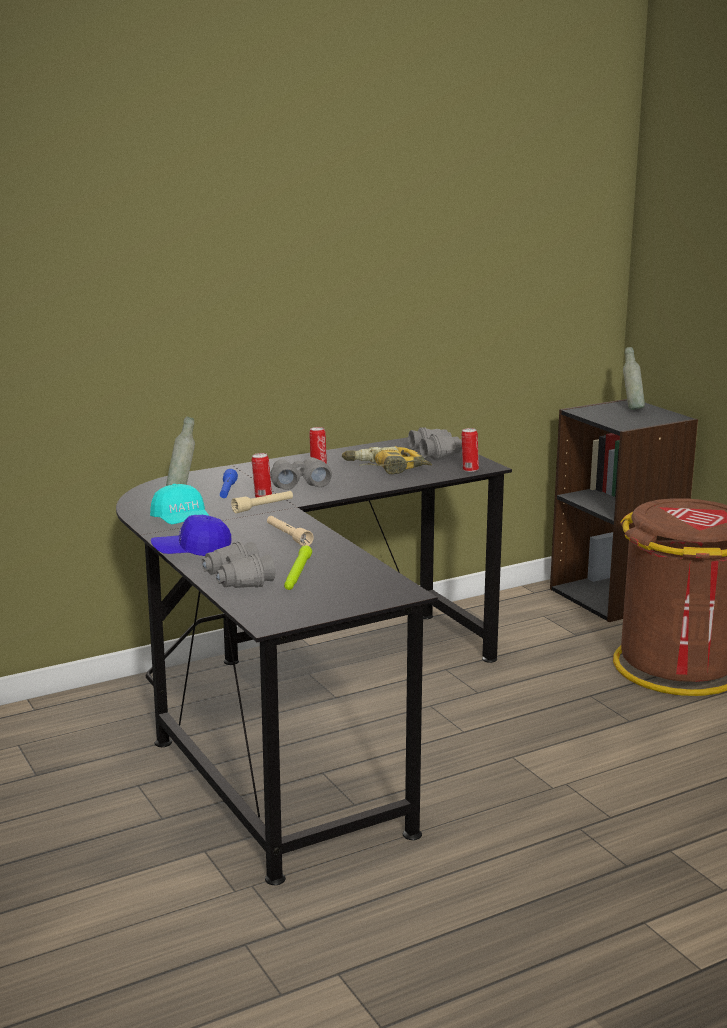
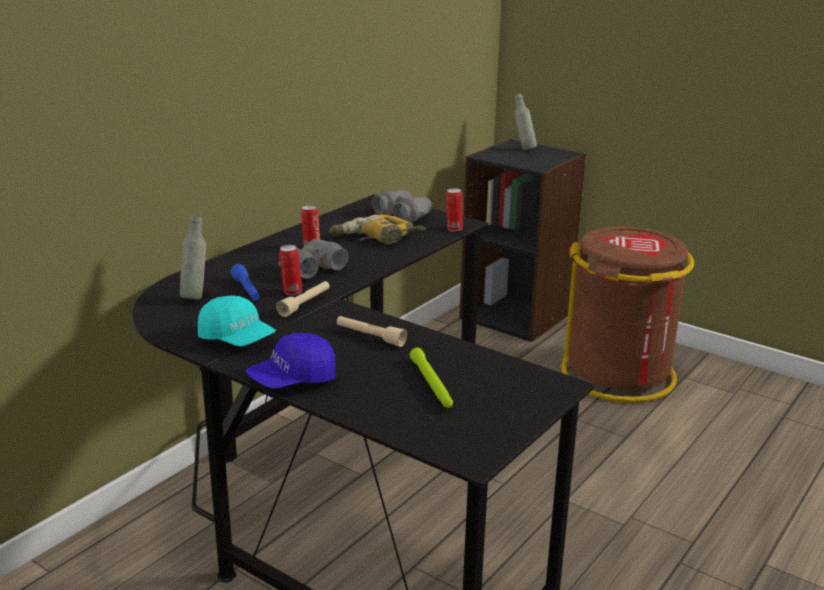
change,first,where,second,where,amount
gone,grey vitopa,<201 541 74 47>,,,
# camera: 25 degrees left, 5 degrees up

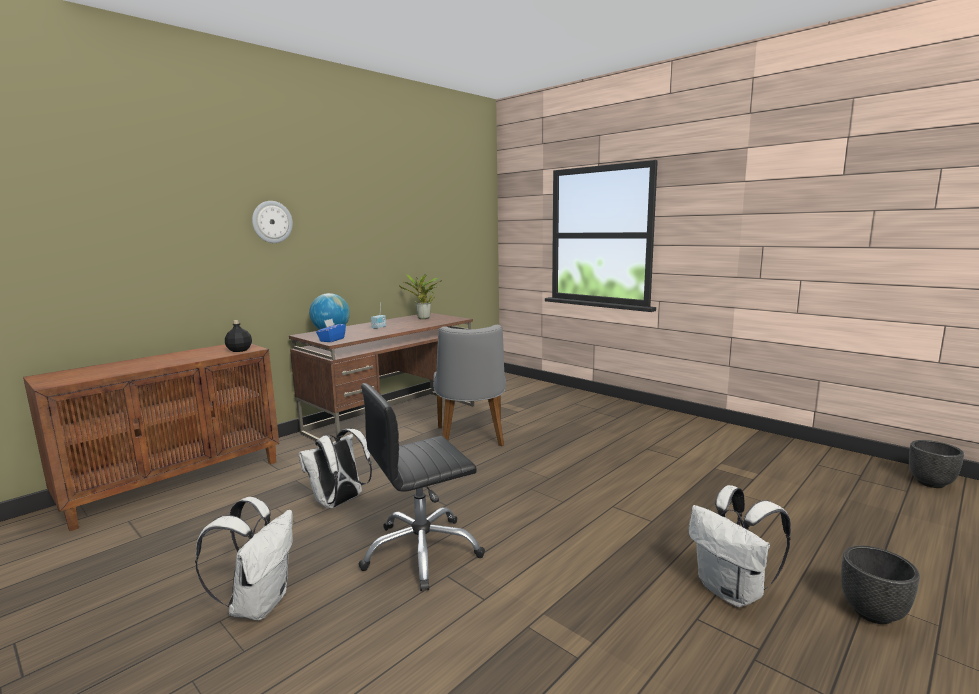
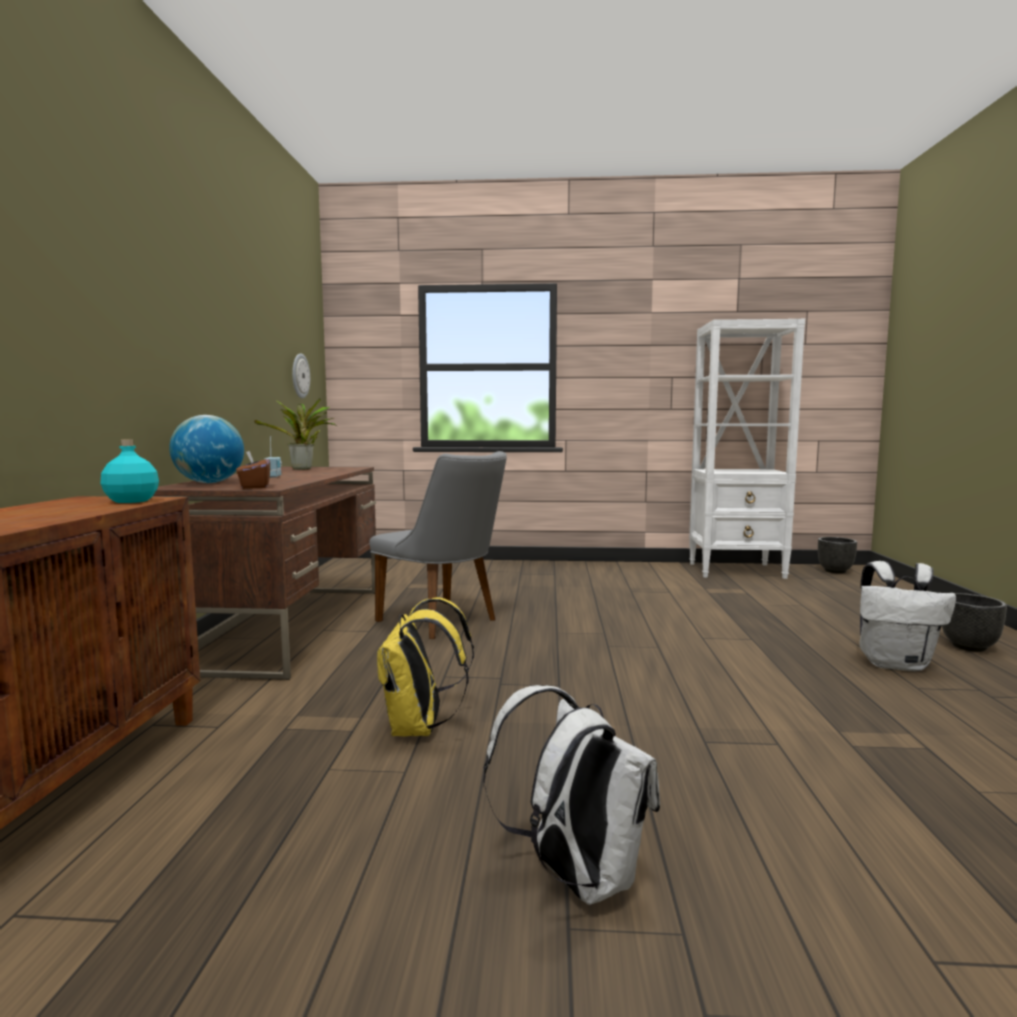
change,first,where,second,where,amount
repainted,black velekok,<225 320 27 32>,turquoise velekok,<101 439 58 64>,
shifted,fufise,<252 201 41 42>,,<292 353 18 46>,
repainted,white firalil,<298 429 74 79>,yellow firalil,<377 597 97 139>,
repainted,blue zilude,<316 319 30 23>,brown zilude,<236 451 34 38>,
gone,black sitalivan,<359 383 126 208>,,,
new,,,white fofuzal,<689 319 116 260>,
# camera: 40 degrees left, 5 degrees down

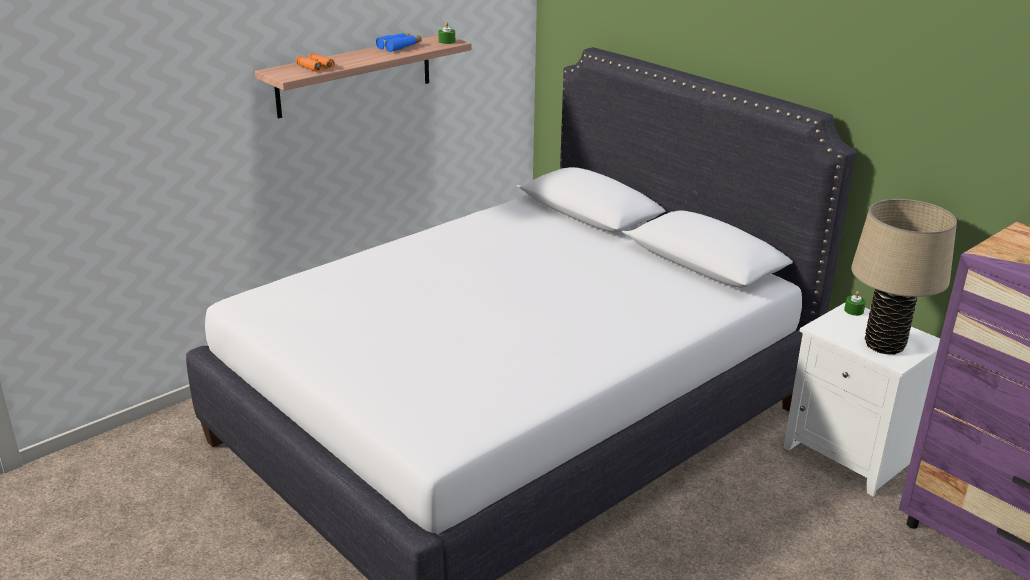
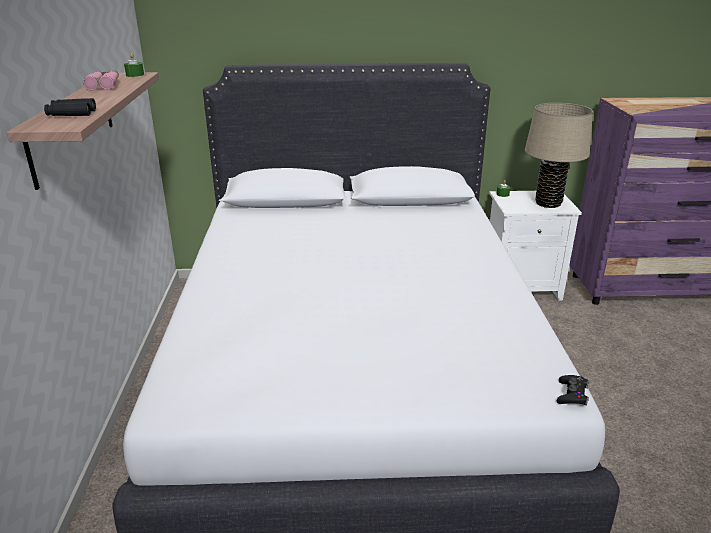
change,first,where,second,where,amount
repainted,orange vitopa,<296 53 39 19>,black vitopa,<44 98 52 18>,
repainted,blue vitopa,<376 33 46 19>,pink vitopa,<83 71 36 19>,
new,,,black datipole,<557 375 32 31>,
# camera: 50 degrees left, 0 degrees up

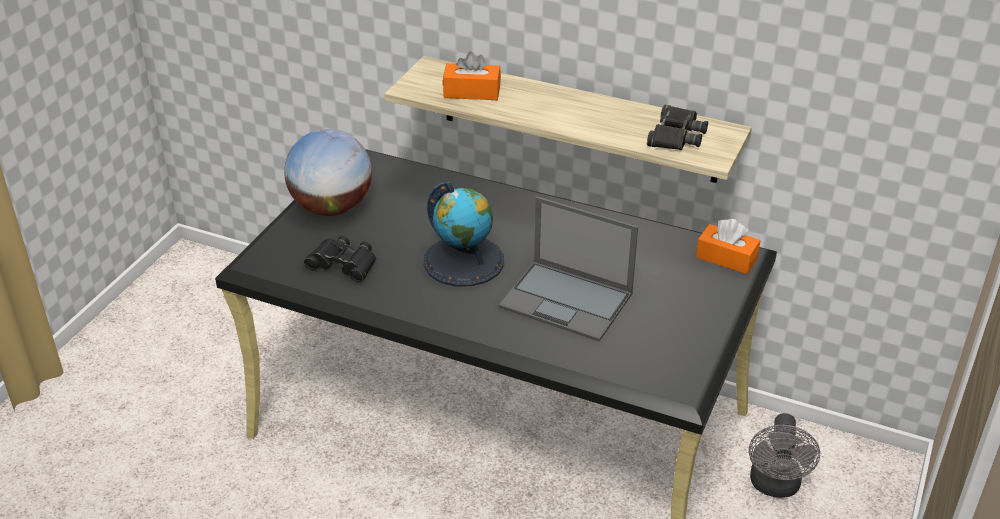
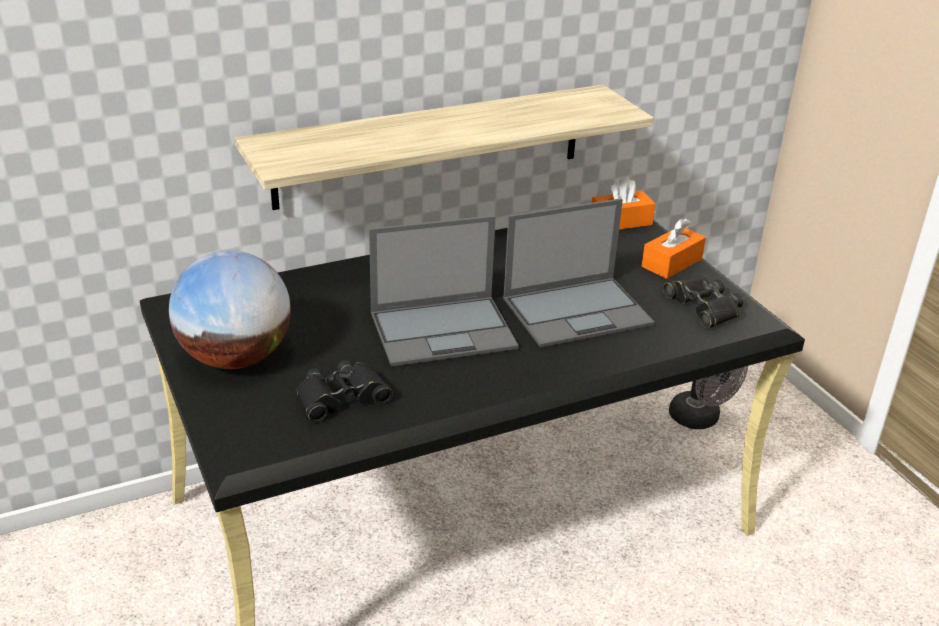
change,first,where,second,where,amount
swapped,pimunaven,<424 181 80 106>,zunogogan,<369 215 150 152>,
shifted,orange zilude,<443 51 58 49>,,<642 218 64 61>,
shifted,black vitopa,<647 105 61 45>,,<663 275 80 53>,
# camera: 50 degrees left, 5 degrees down

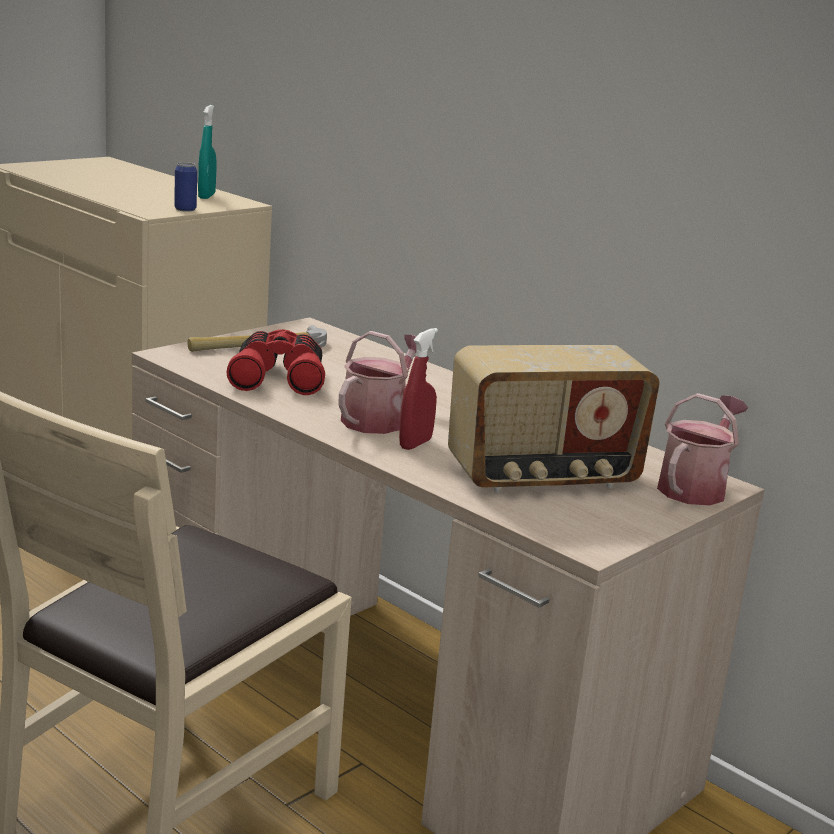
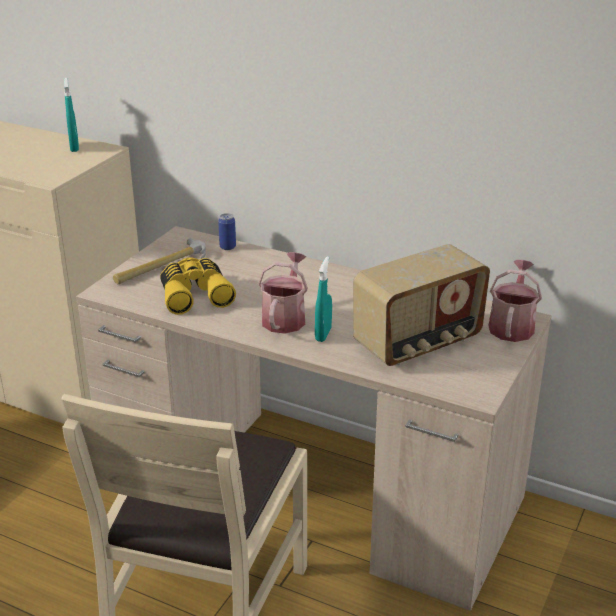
change,first,where,second,where,amount
shifted,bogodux,<174 162 23 50>,,<218 213 18 37>,
repainted,red vitopa,<227 329 98 66>,yellow vitopa,<160 257 76 58>,
repainted,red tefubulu,<399 328 39 122>,turquoise tefubulu,<315 256 17 86>,
# camera: 15 degrees left, 10 degrees up

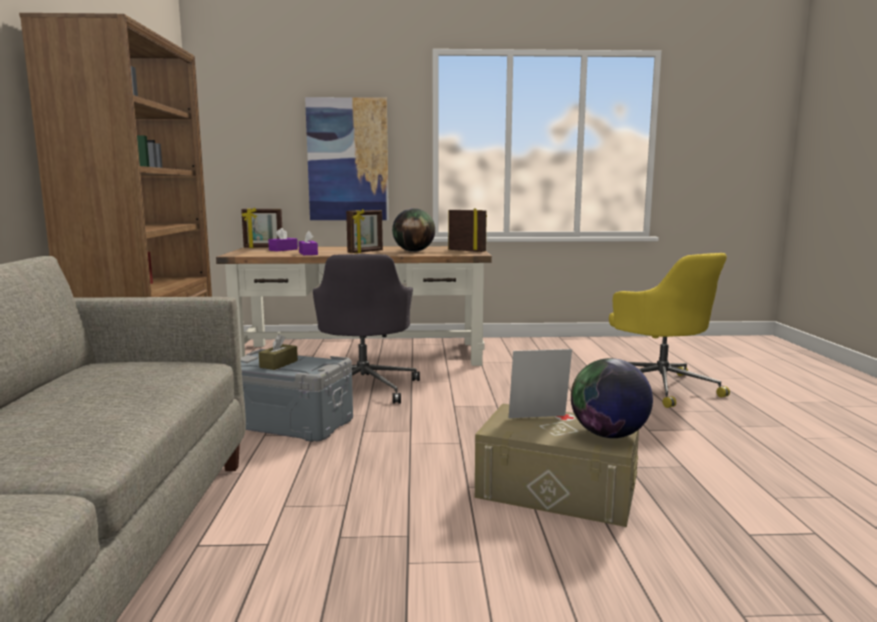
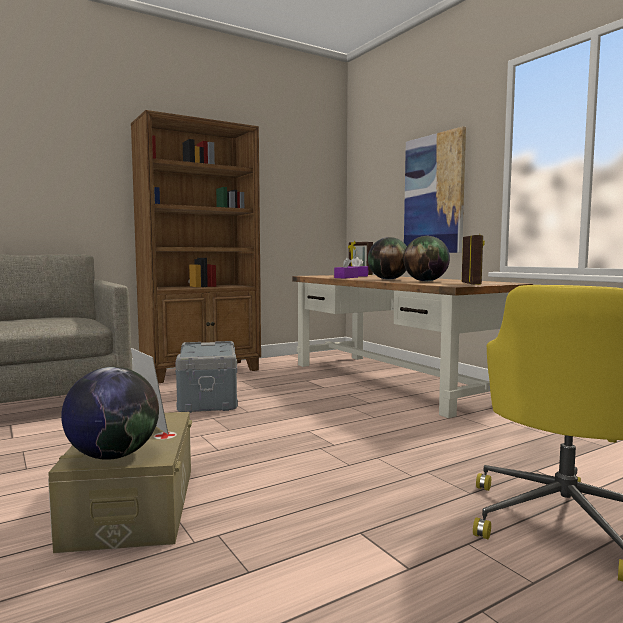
change,first,where,second,where,amount
gone,brown zilude,<259 334 39 36>,,,
gone,grey sitalivan,<313 254 107 150>,,,
swapped,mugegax,<346 209 37 44>,pimunaven,<368 237 39 43>,
# camera: 60 degrees right, 5 degrees down

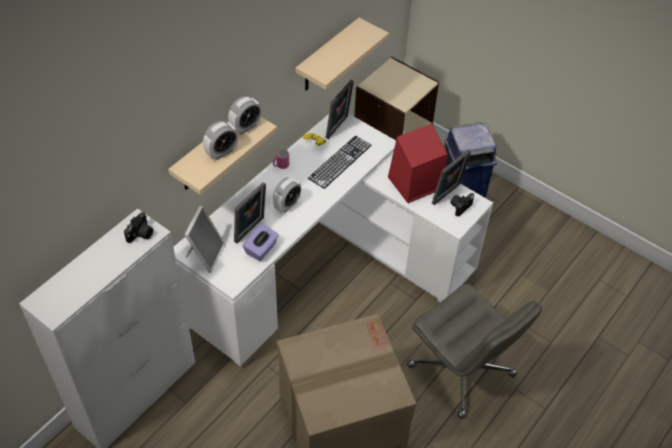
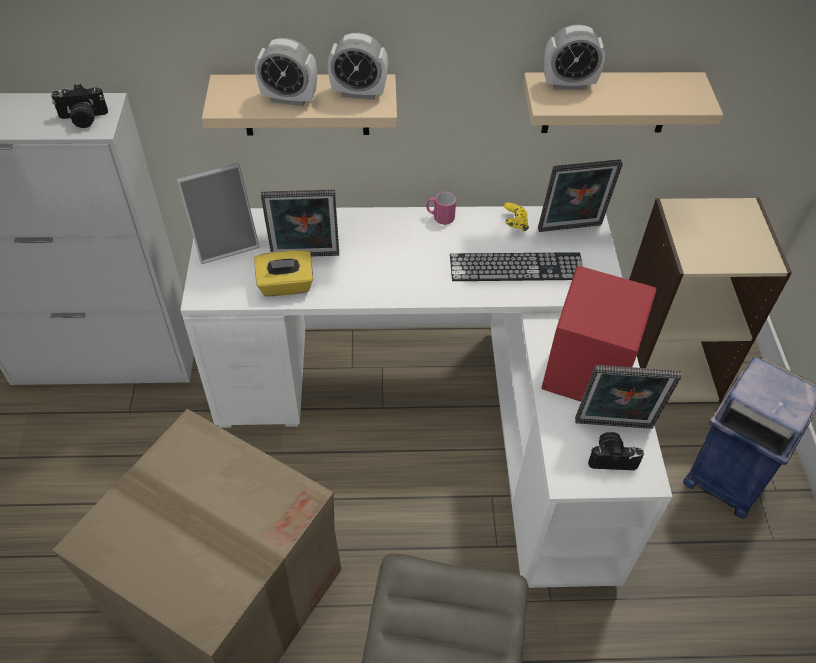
change,first,where,second,where,amount
repainted,purple zilude,<243 223 36 38>,yellow zilude,<254 250 59 47>,
shifted,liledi,<273 178 28 35>,,<544 24 61 66>,
# camera: 50 degrees right, 0 degrees up

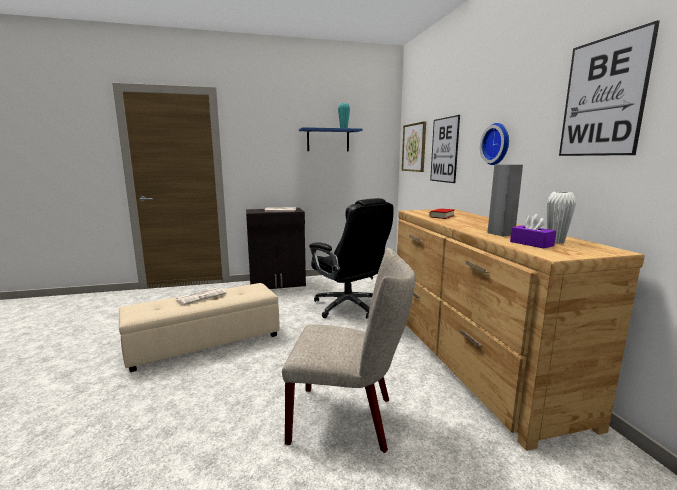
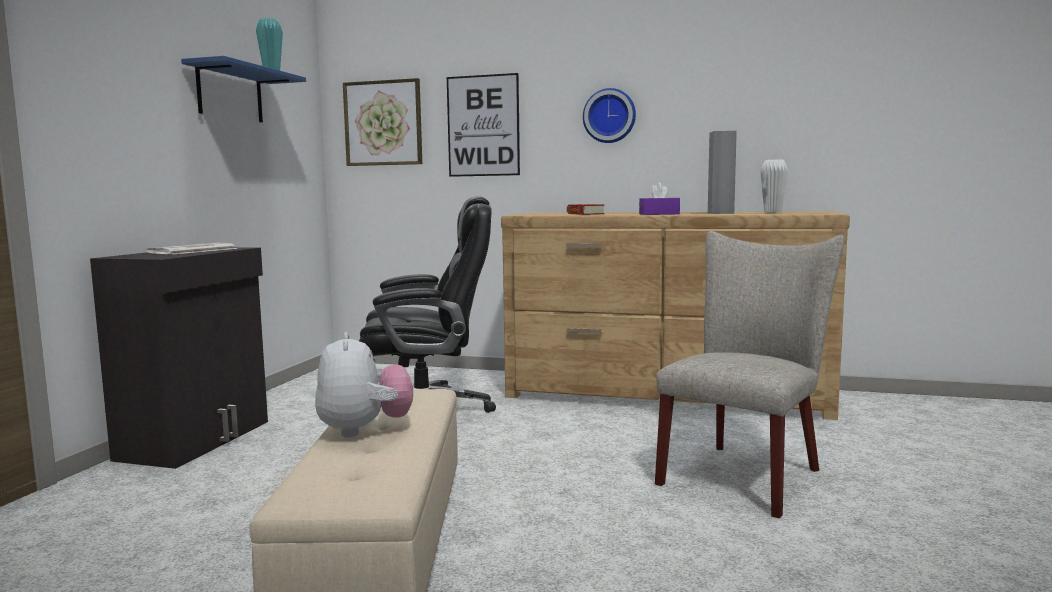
change,first,where,second,where,amount
swapped,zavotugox,<176 287 50 18>,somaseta,<315 332 98 106>,
shifted,purple zilude,<510 214 46 35>,,<639 182 41 33>,
gone,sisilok,<559 20 101 136>,,,
# camera: 60 degrees left, 5 degrees down

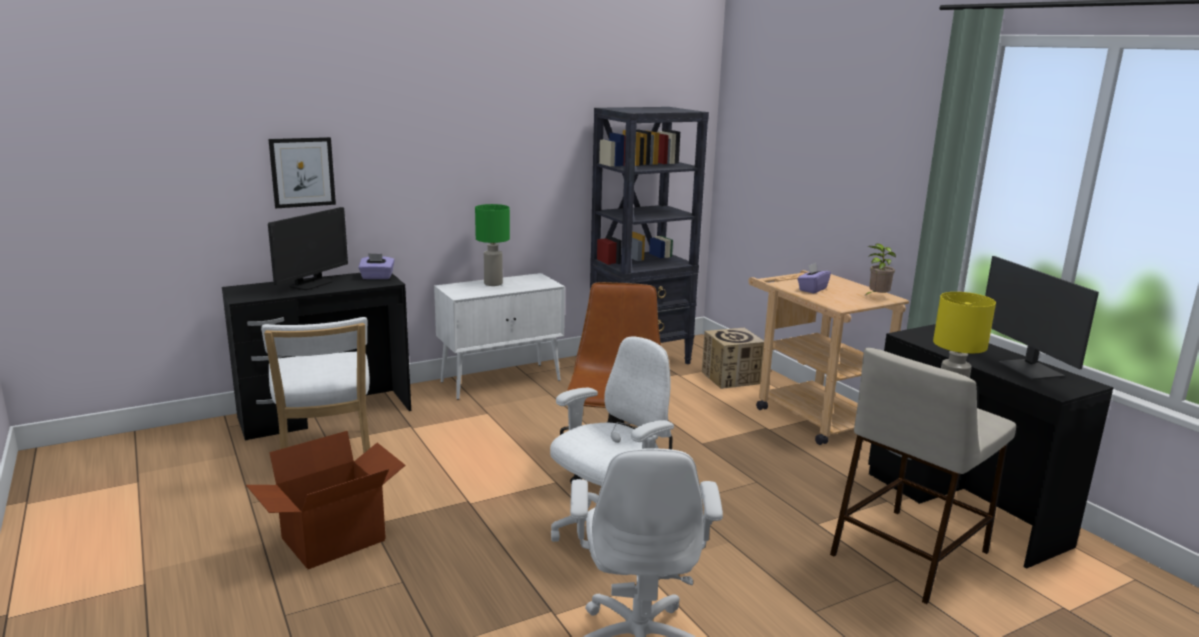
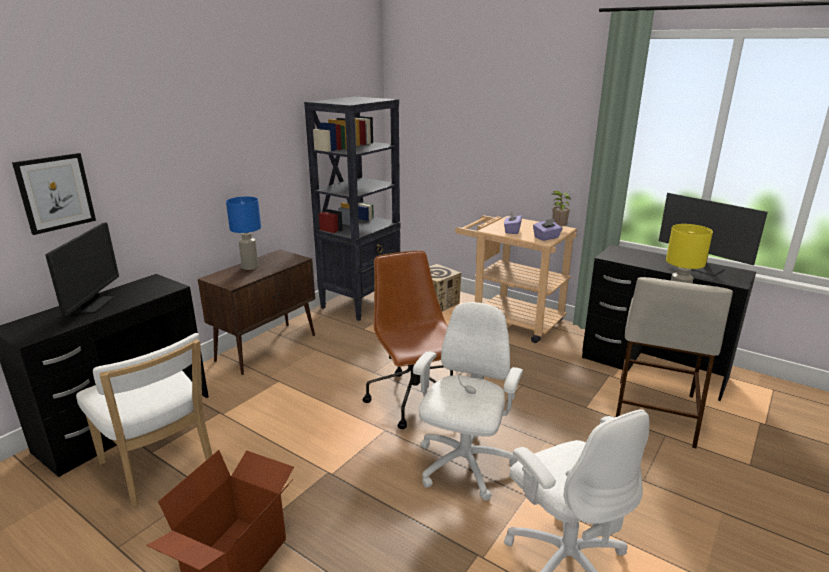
change,first,where,second,where,amount
shifted,purple zilude,<358 253 37 26>,,<533 219 30 22>,
repainted,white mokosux,<434 273 131 127>,brown mokosux,<198 250 117 125>,
repainted,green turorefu,<475 204 35 82>,blue turorefu,<226 197 35 73>,
# camera: 25 degrees left, 5 degrees up

